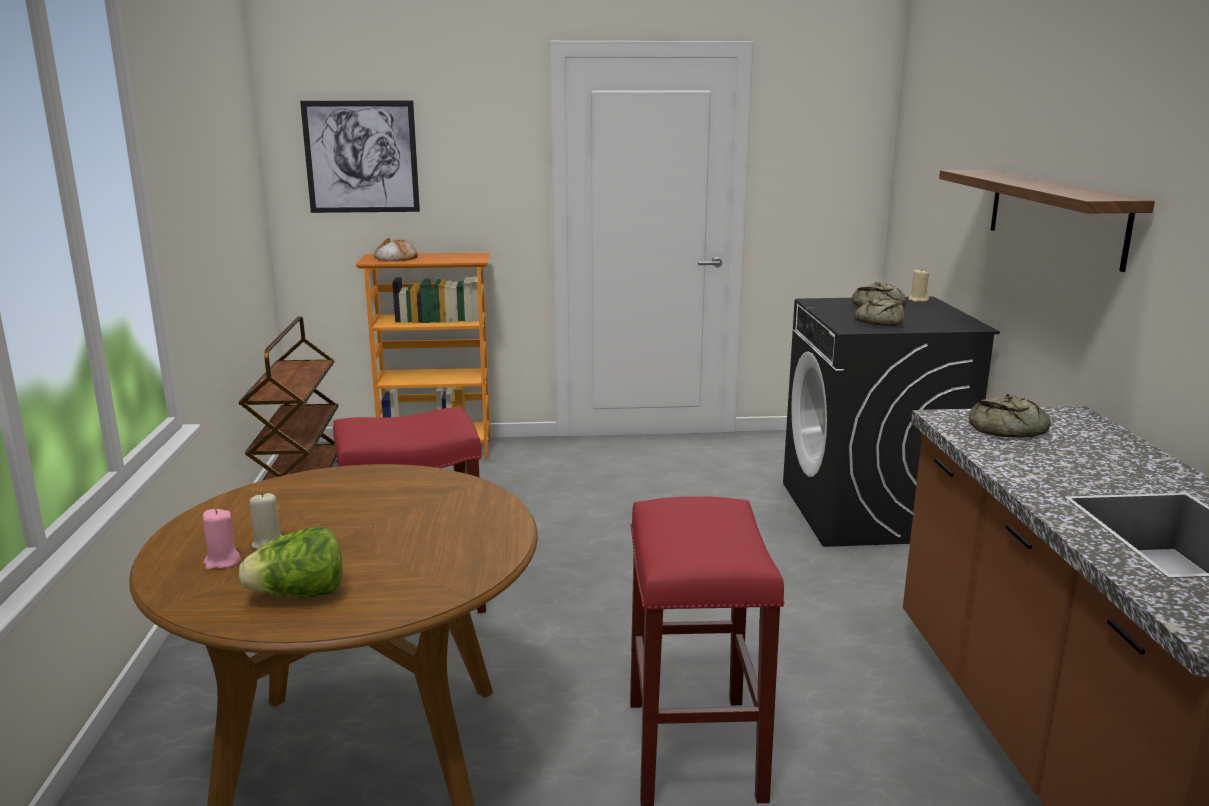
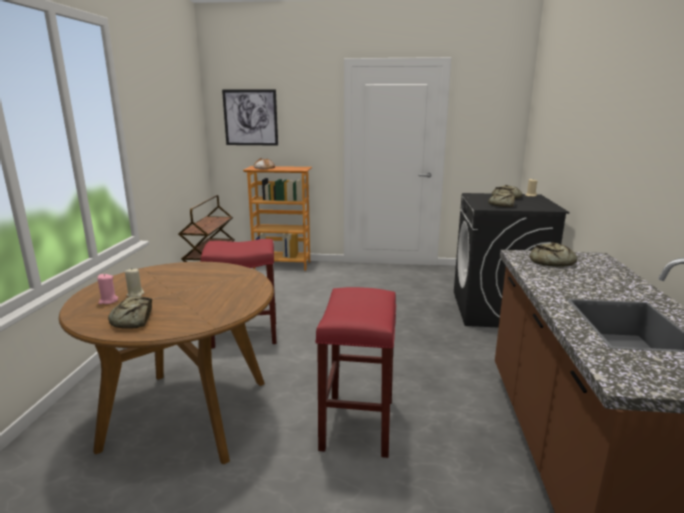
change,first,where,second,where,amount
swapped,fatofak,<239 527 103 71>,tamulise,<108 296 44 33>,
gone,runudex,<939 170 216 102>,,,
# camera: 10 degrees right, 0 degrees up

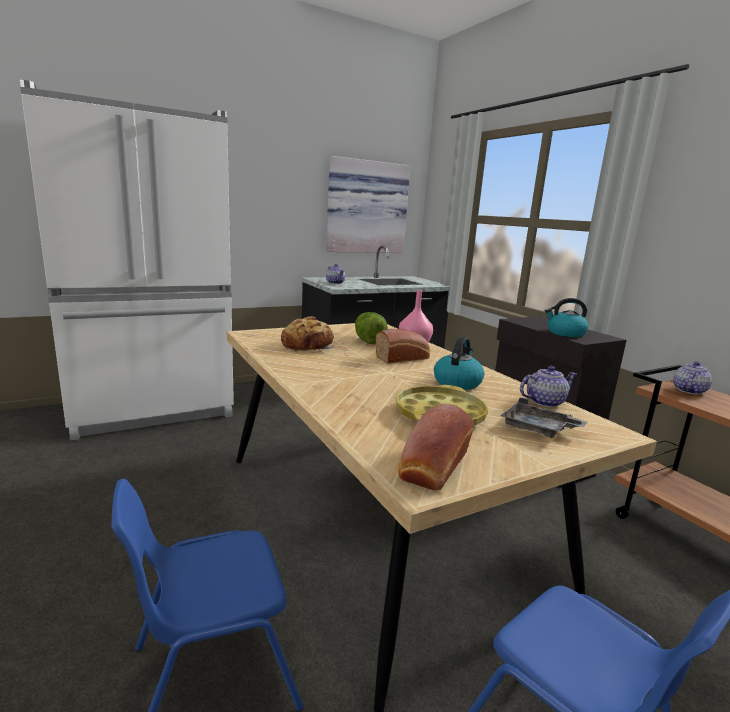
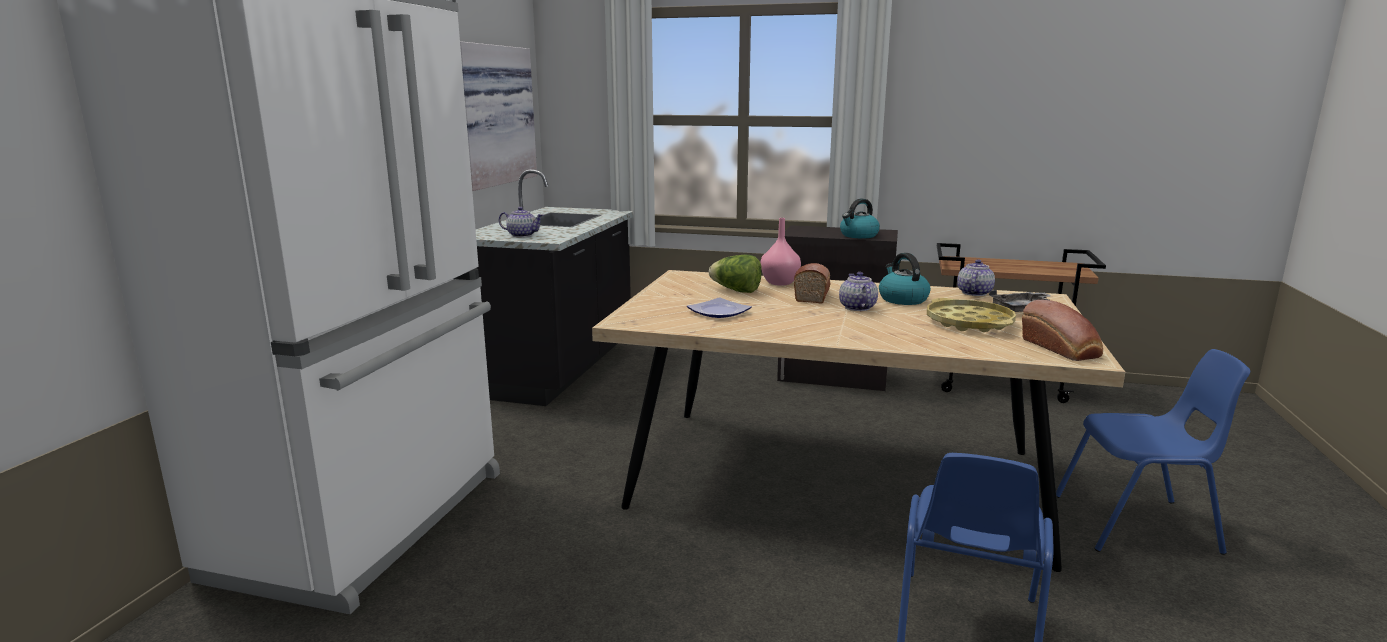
change,first,where,second,where,amount
swapped,tamulise,<281 316 53 35>,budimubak,<687 297 65 21>,
shifted,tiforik,<673 361 39 34>,,<839 272 39 39>,
# camera: 45 degrees left, 0 degrees up

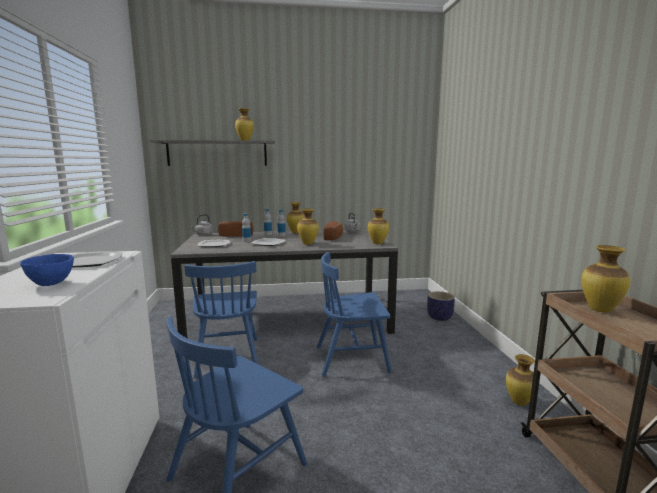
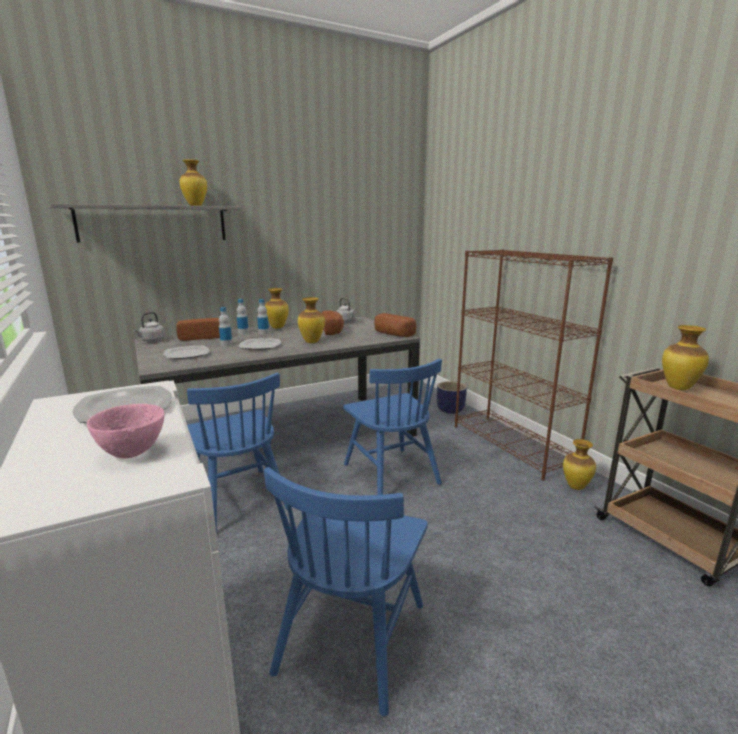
change,first,where,second,where,amount
repainted,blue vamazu,<20 254 54 32>,pink vamazu,<87 404 78 55>,
rotated,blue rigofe,<317 252 75 125>,,<343 358 99 137>,90 degrees counterclockwise
swapped,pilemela,<368 208 21 36>,tamulise,<375 313 41 24>,
new,,,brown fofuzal,<455 249 158 232>,
# camera: 20 degrees left, 5 degrees up

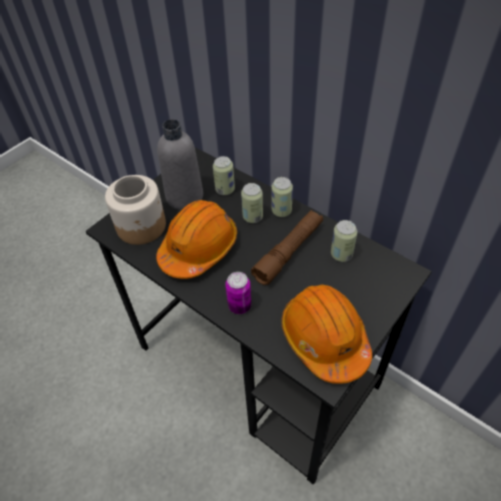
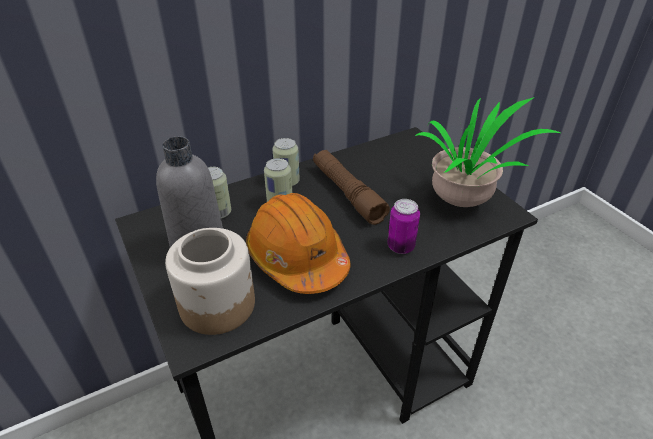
change,first,where,second,where,amount
swapped,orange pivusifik,<281 285 91 99>,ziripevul,<414 97 146 110>,
gone,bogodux,<331 220 26 42>,,,
# camera: 70 degrees left, 10 degrees down

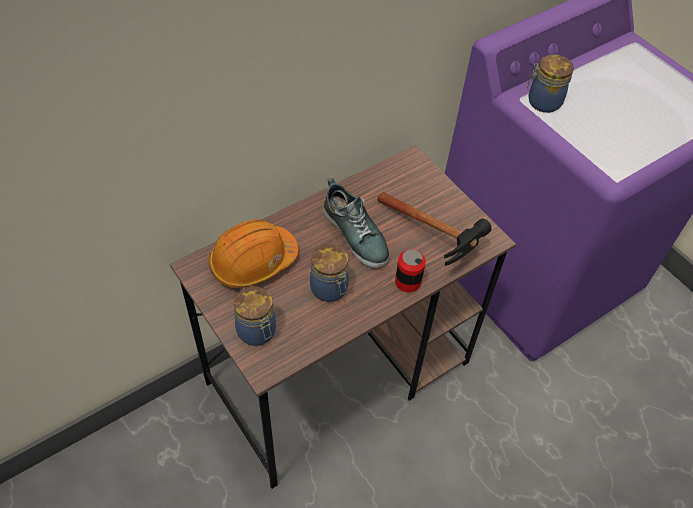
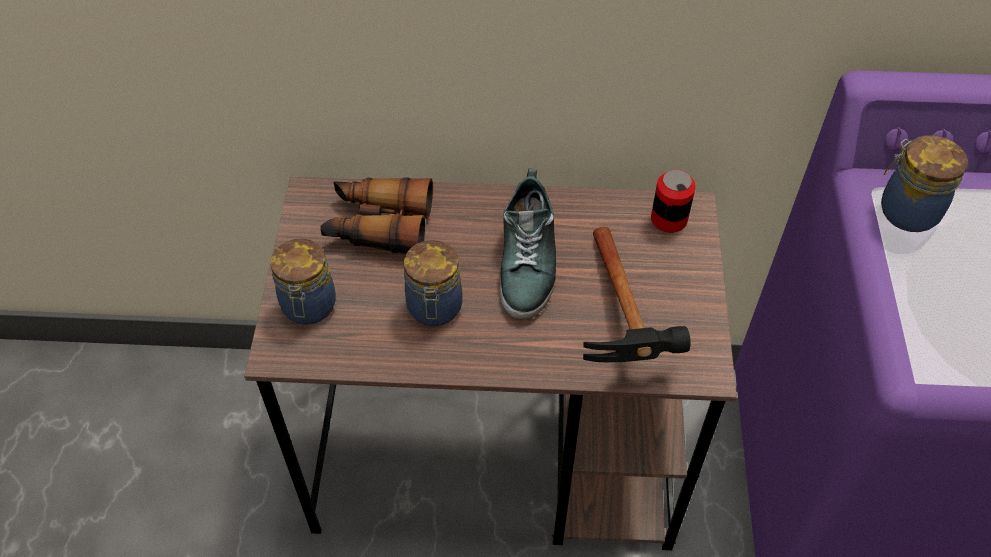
change,first,where,second,where,amount
swapped,orange pivusifik,<209 219 90 69>,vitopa,<320 177 113 77>,
shifted,bogodux,<395 249 31 43>,,<651 170 45 63>,
# camera: 40 degrees right, 0 degrees up

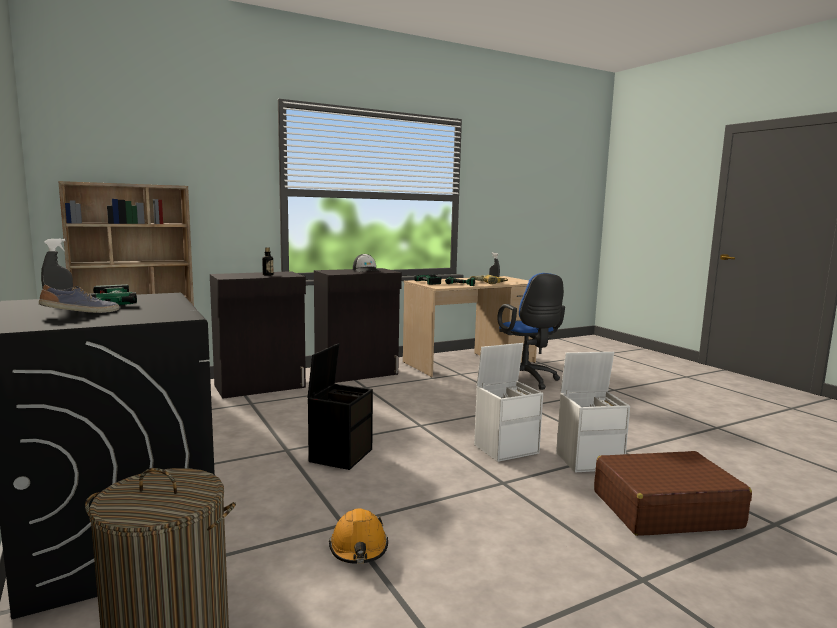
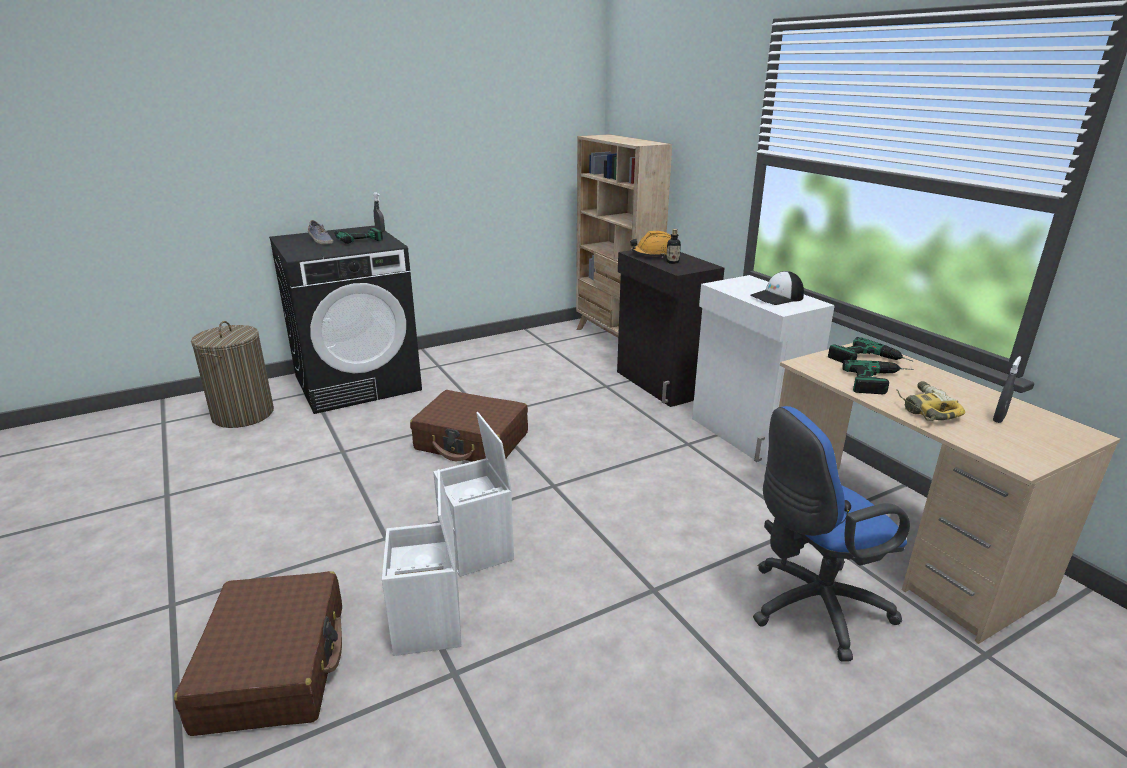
change,first,where,second,where,amount
swapped,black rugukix,<307 343 66 127>,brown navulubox,<410 390 118 72>,
repainted,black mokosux,<314 268 88 115>,white mokosux,<692 275 143 191>,
shifted,orange pivusifik,<329 508 59 56>,,<630 231 41 27>,
# camera: 90 degrees right, 15 degrees up

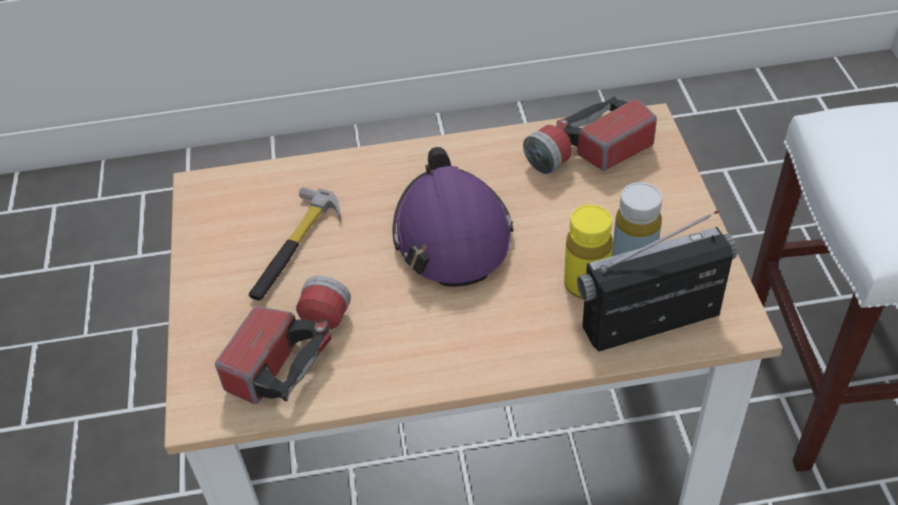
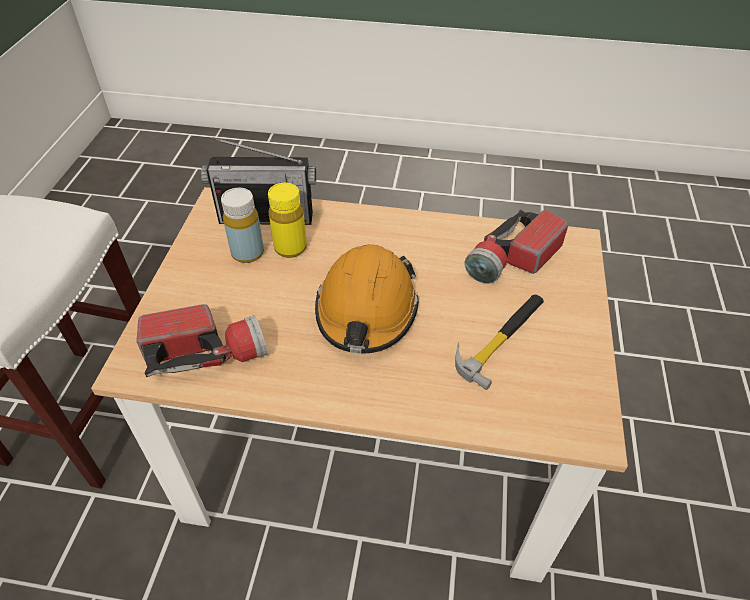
change,first,where,second,where,amount
repainted,purple pivusifik,<392 147 121 140>,orange pivusifik,<315 244 104 110>,
# camera: 165 degrees left, 0 degrees up

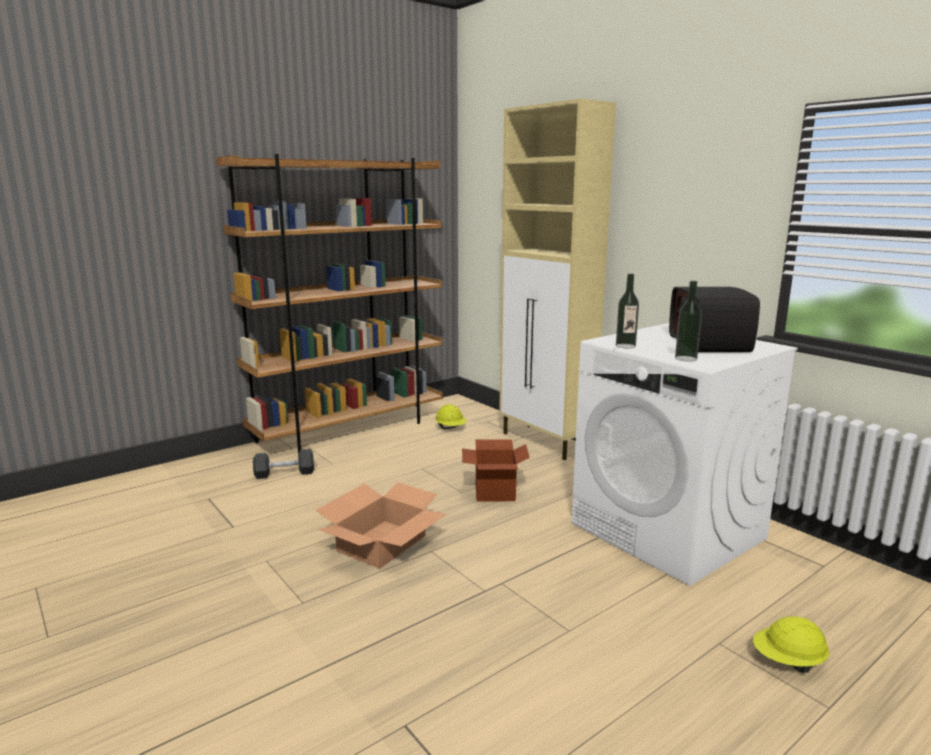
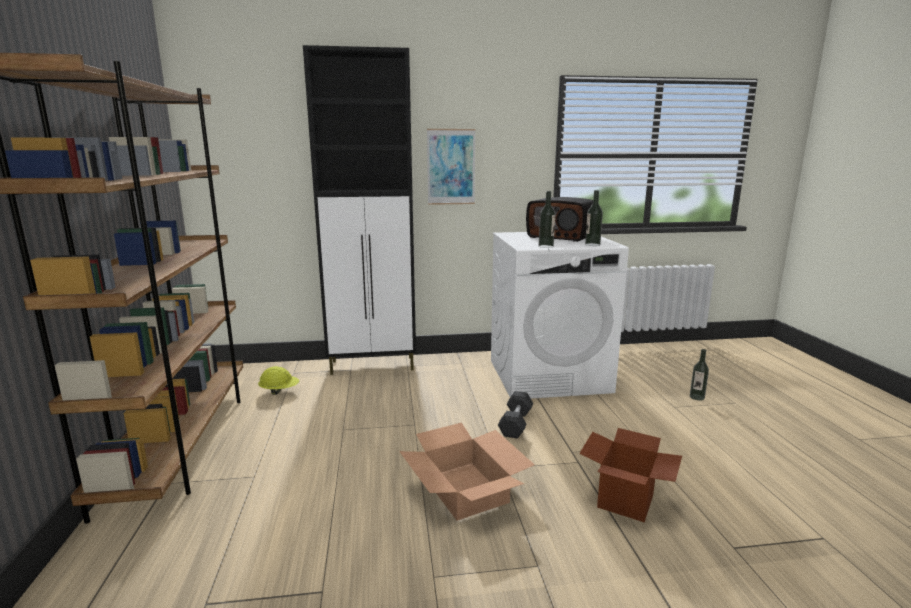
change,first,where,second,where,amount
shifted,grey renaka,<253 449 61 30>,,<498 391 35 48>,
shifted,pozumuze,<462 439 68 63>,,<579 428 103 94>,
repainted,beige mokosux,<499 99 117 361>,black mokosux,<303 45 113 330>,
swapped,yellow pivusifik,<753 616 76 57>,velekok,<690 349 19 52>,
new,,,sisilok,<427 129 49 76>,
# camera: 60 degrees left, 0 degrees up

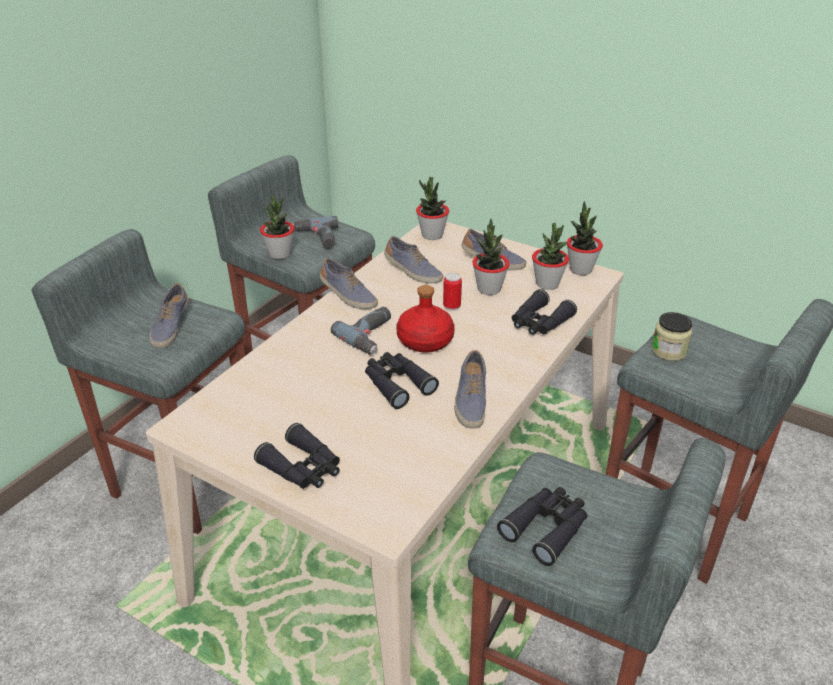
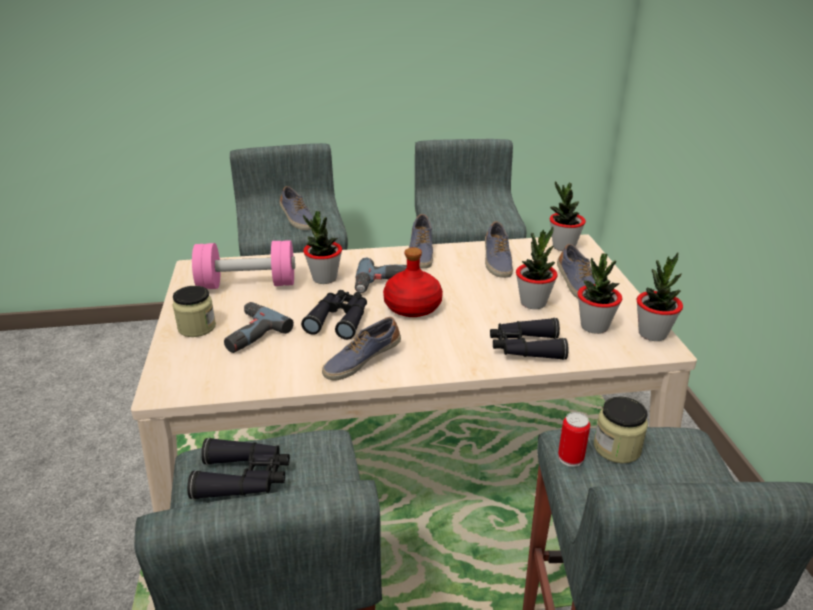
change,first,where,second,where,amount
rotated,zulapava,<150 283 39 65>,,<279 186 34 44>,90 degrees counterclockwise
swapped,black vitopa,<254 423 86 66>,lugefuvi,<173 286 43 51>,
shifted,ziripevul,<260 196 34 63>,,<303 211 39 73>,
shifted,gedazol,<292 216 46 33>,,<224 302 70 51>,
shifted,bogodux,<443 273 19 38>,,<558 412 32 55>,
new,,,pink renaka,<192 240 103 49>,
# camera: 50 degrees right, 5 degrees down

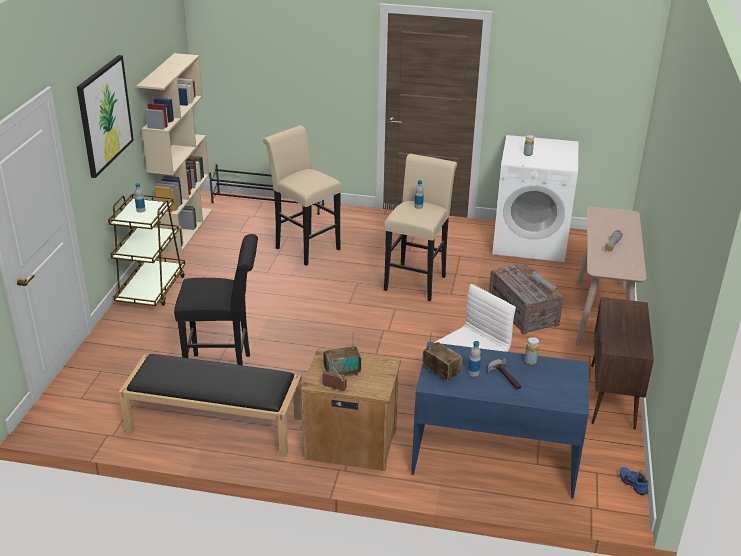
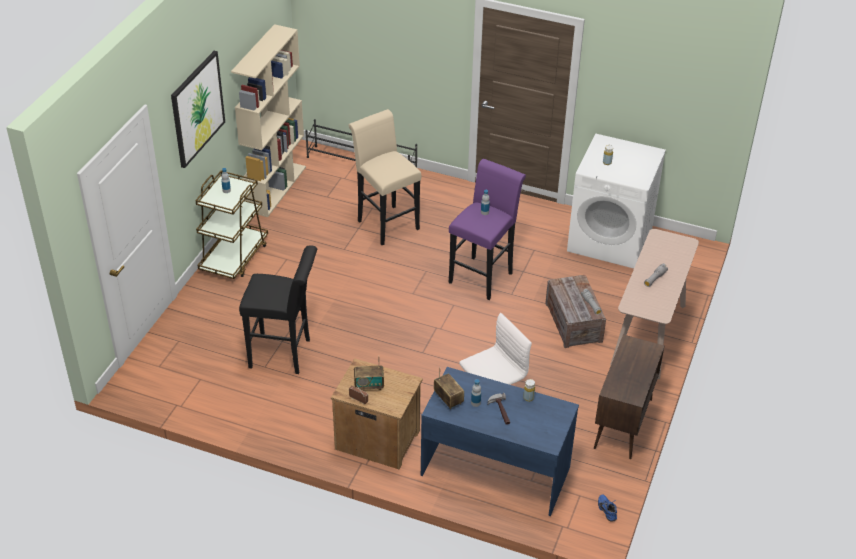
change,first,where,second,where,amount
gone,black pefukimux,<119 354 183 103>,,,
repainted,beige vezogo,<384 154 73 147>,purple vezogo,<449 159 77 141>,
# camera: 10 degrees right, 10 degrees up

